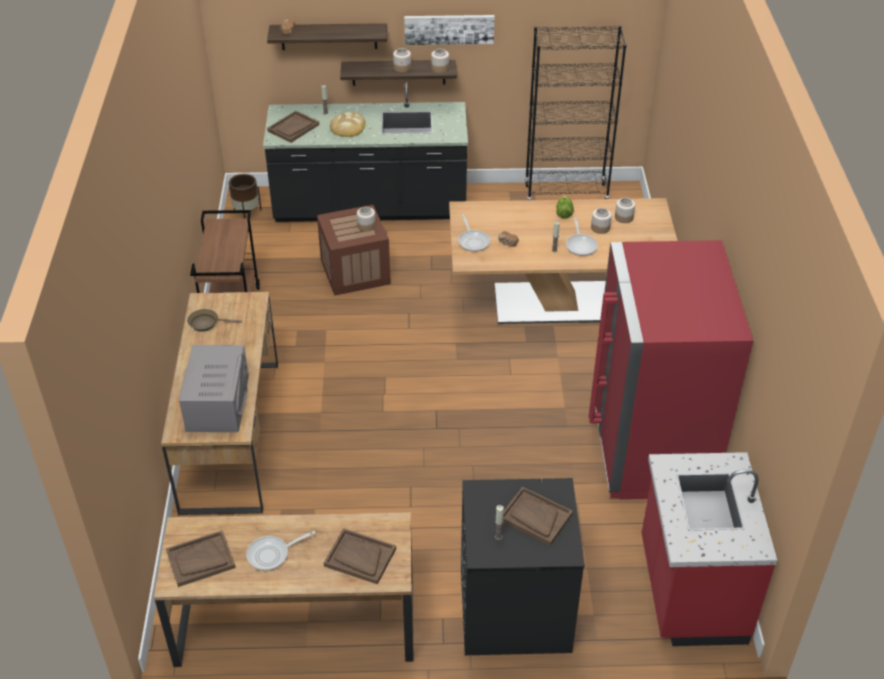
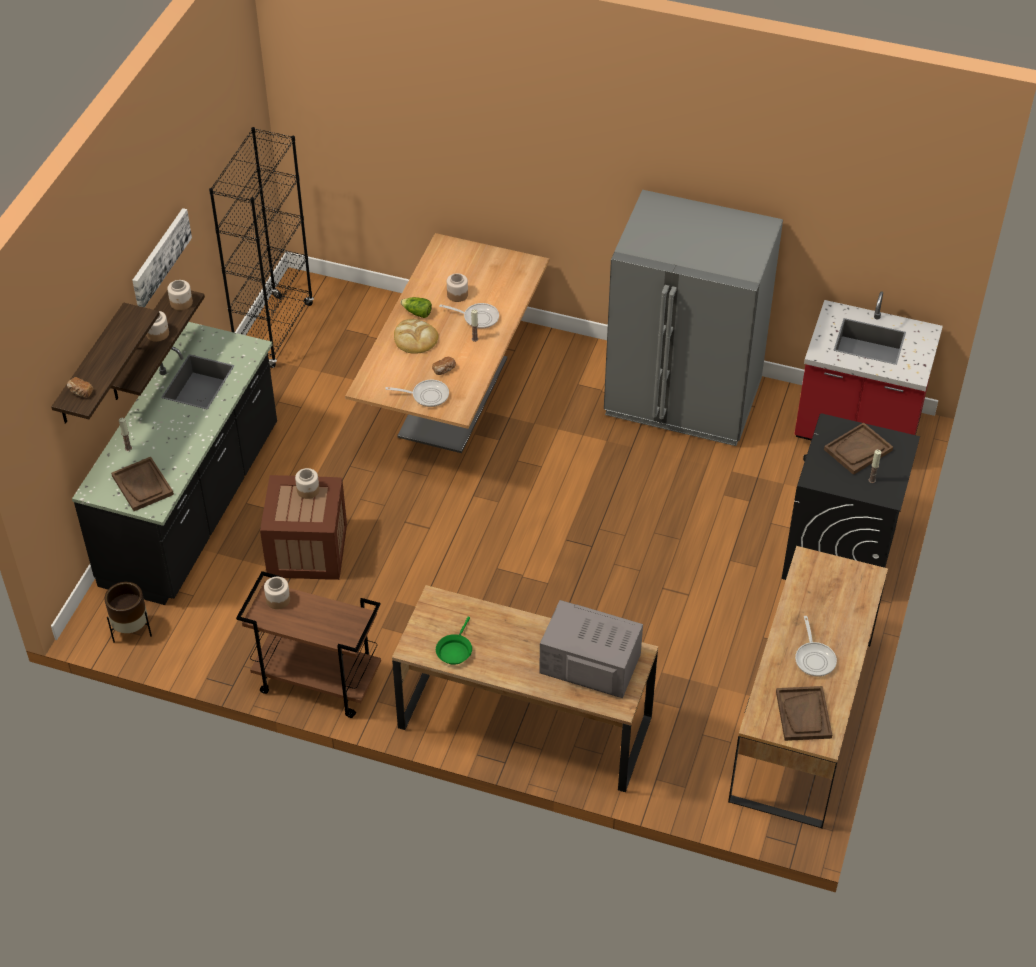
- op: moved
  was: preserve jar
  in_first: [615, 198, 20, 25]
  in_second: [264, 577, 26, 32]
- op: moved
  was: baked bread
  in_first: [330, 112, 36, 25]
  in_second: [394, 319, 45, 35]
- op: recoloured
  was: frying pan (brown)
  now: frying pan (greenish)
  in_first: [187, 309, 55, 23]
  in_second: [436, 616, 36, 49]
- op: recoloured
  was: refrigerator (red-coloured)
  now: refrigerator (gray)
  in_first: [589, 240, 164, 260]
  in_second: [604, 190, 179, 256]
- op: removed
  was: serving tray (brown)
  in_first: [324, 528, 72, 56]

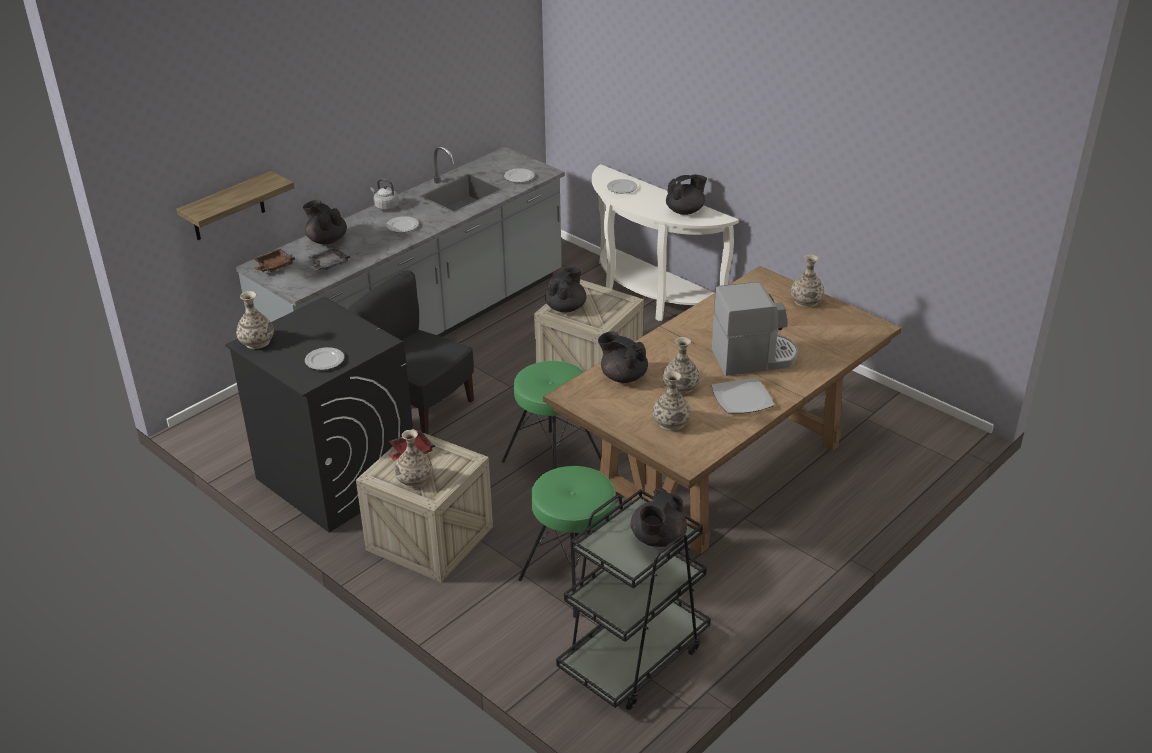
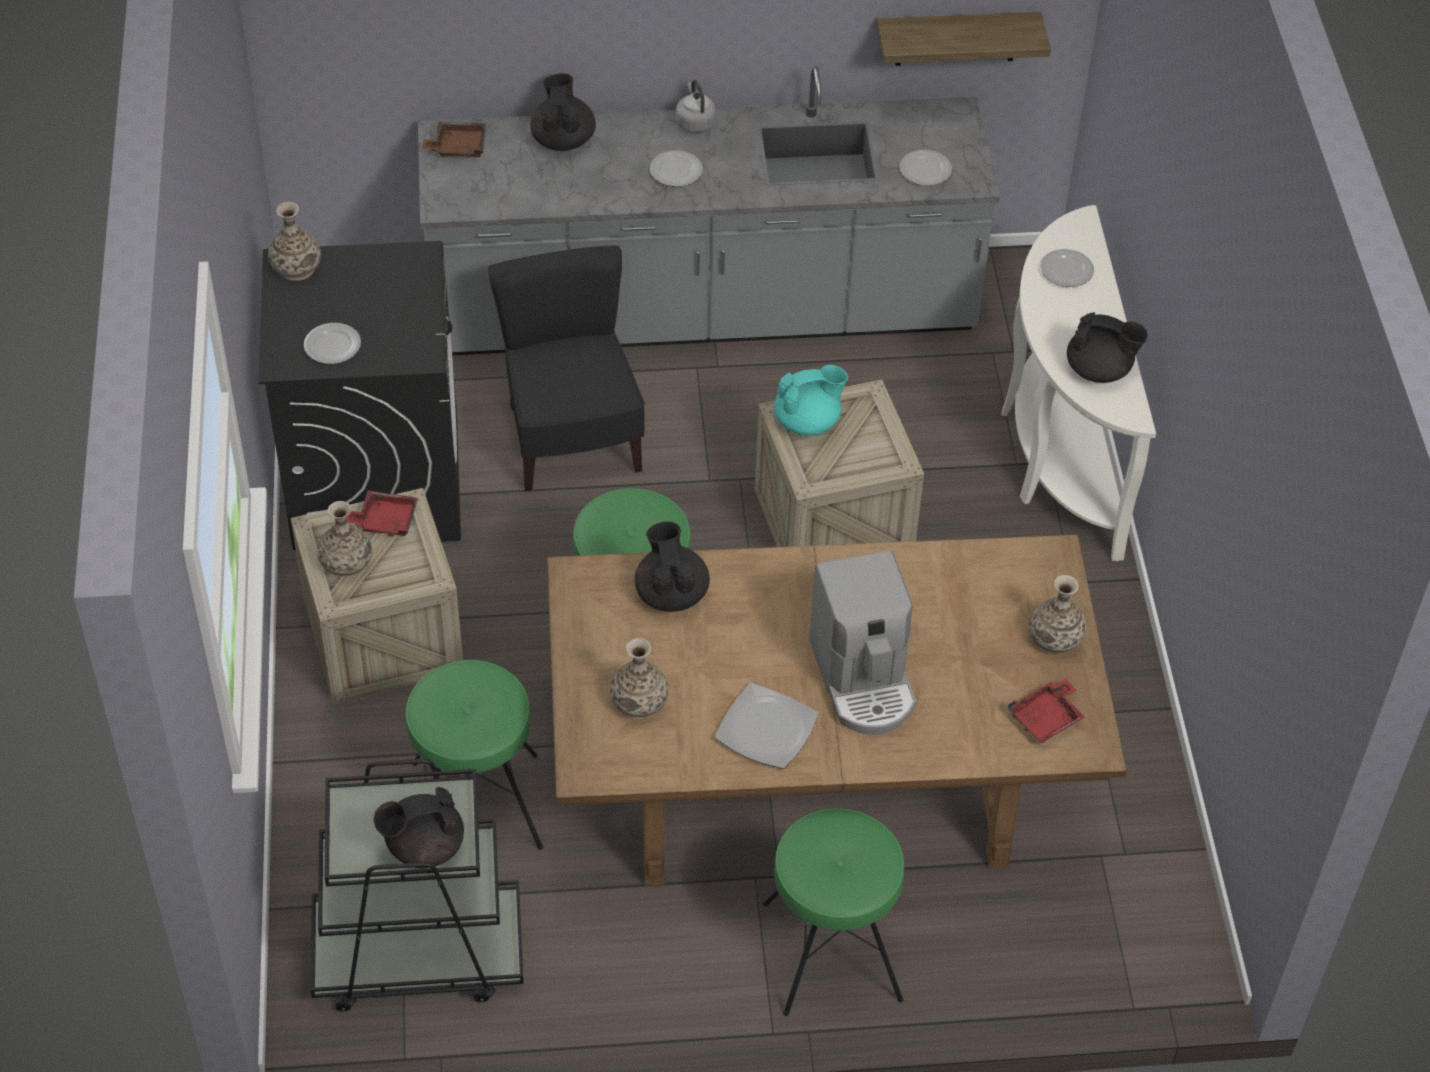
- op: added
  now: stool (greenish)
  in_second: [763, 808, 141, 208]
- op: recoloured
  was: teapot (black-coloured)
  now: teapot (turquoise)
  in_first: [545, 267, 41, 46]
  in_second: [774, 365, 74, 71]
- op: turned
  was: coffee machine
  in_first: [712, 282, 86, 94]
  in_second: [809, 550, 107, 185]
  clockwise: 45
- op: moved
  was: bracket shelf
  in_first: [176, 171, 118, 69]
  in_second: [877, 12, 174, 54]
- op: added
  now: serving tray (red-coloured)
  in_second: [1008, 679, 77, 65]
- op: removed
  was: serving tray (gray)
  in_first: [309, 247, 41, 24]
- op: removed
  was: vase
  in_first: [663, 337, 37, 57]

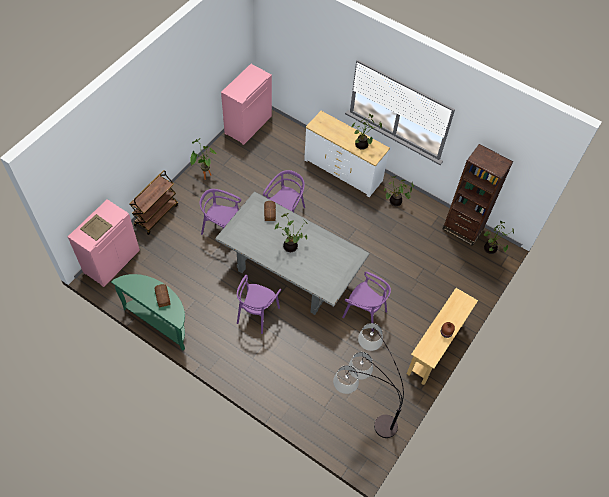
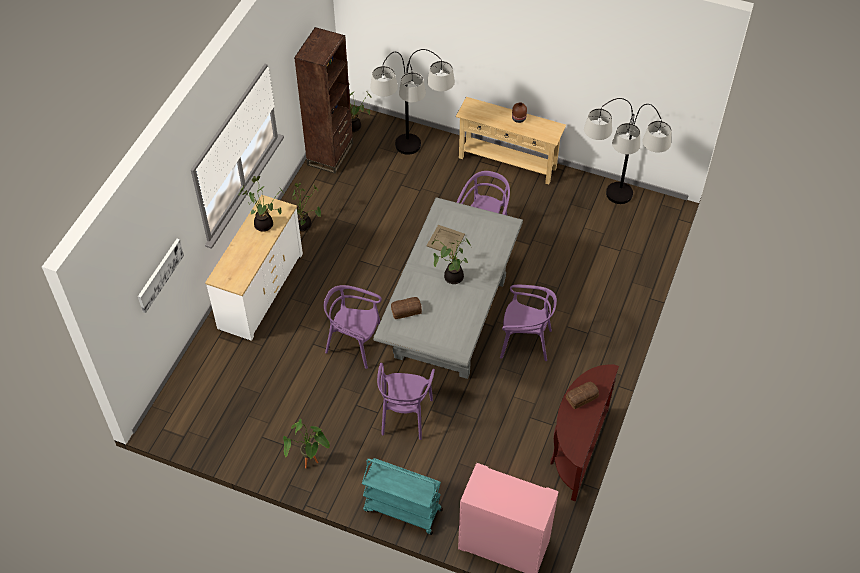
- op: added
  now: wall art
  in_second: [138, 239, 46, 74]
- op: recoloured
  was: trolley (brown)
  now: trolley (turquoise)
  in_first: [129, 170, 49, 65]
  in_second: [362, 458, 81, 77]
- op: added
  now: floor lamp
  in_second: [370, 49, 85, 106]
- op: moved
  was: serving tray (sand-coloured)
  in_first: [80, 214, 32, 27]
  in_second: [426, 225, 39, 30]
- op: recoloured
  was: narrow table (greenish)
  now: narrow table (brown)
  in_first: [111, 274, 74, 77]
  in_second: [550, 364, 69, 138]
- op: removed
  was: cabinet (pink-coloured)
  in_first: [221, 64, 51, 81]

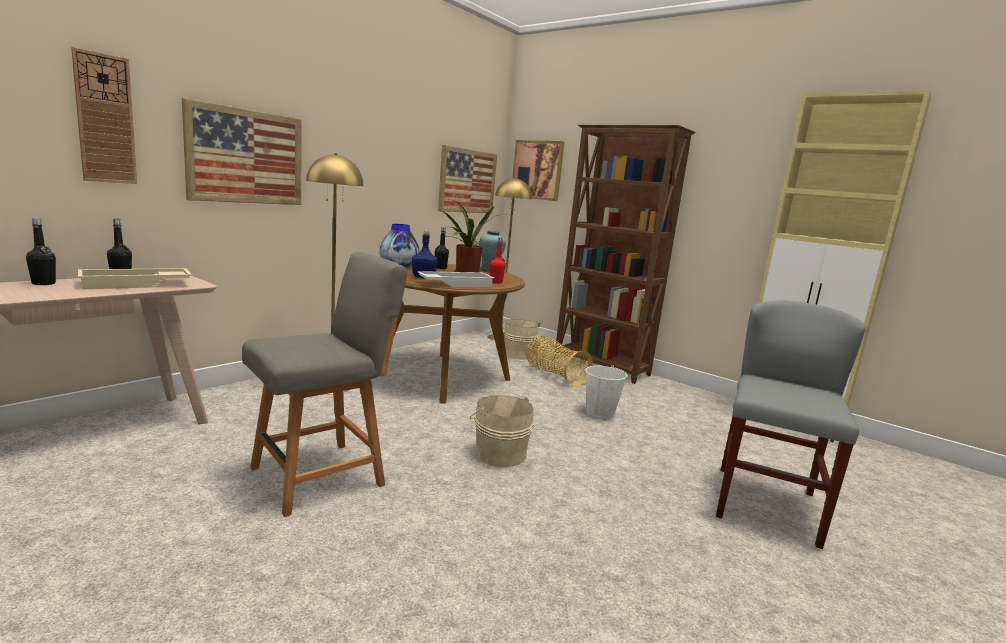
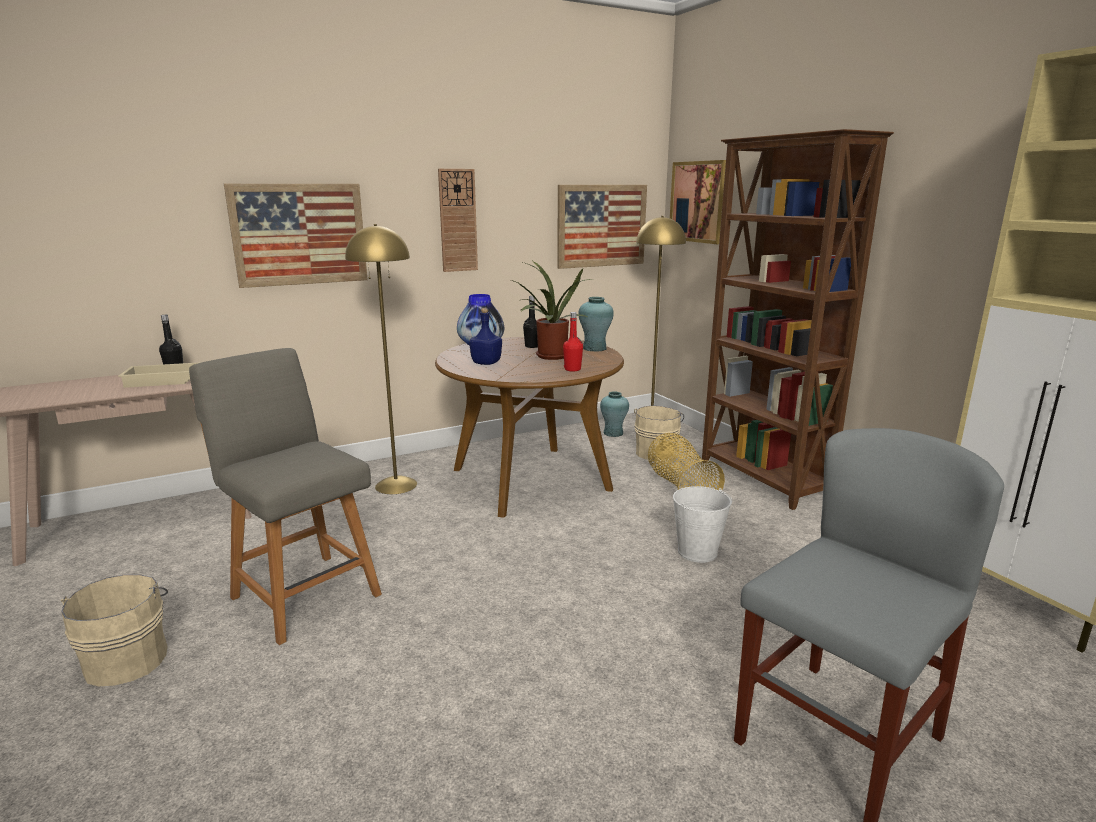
- op: moved
  was: pail (sand-coloured)
  in_first: [470, 395, 64, 72]
  in_second: [61, 575, 107, 111]
- op: turned
  was: plain chair (gray)
  in_first: [242, 252, 165, 265]
  in_second: [189, 348, 193, 297]
  clockwise: -120
- op: moved
  was: hanging clock
  in_first: [71, 47, 66, 137]
  in_second: [438, 169, 40, 103]
- op: added
  now: vase (turquoise)
  in_second: [600, 391, 29, 46]
- op: removed
  was: bottle (black-coloured)
  in_first: [26, 218, 30, 67]
- op: removed
  was: serving tray (white-coloured)
  in_first: [417, 271, 78, 16]

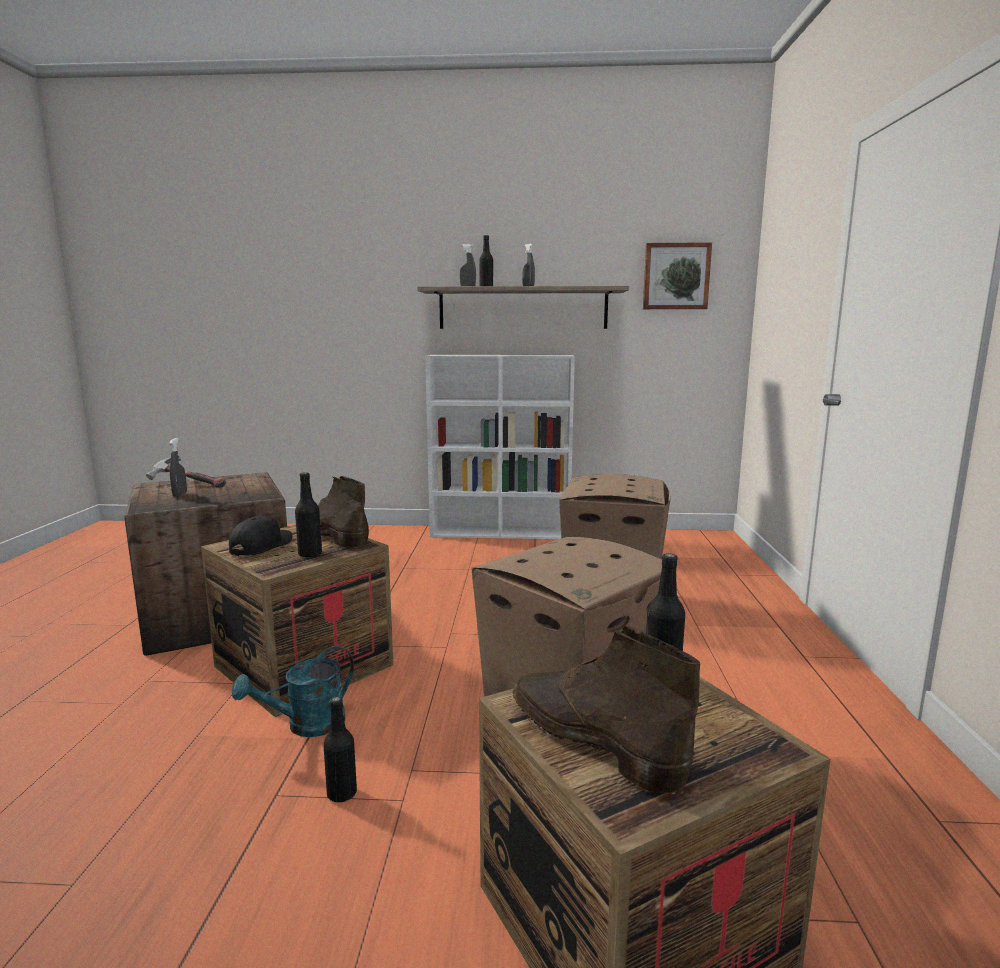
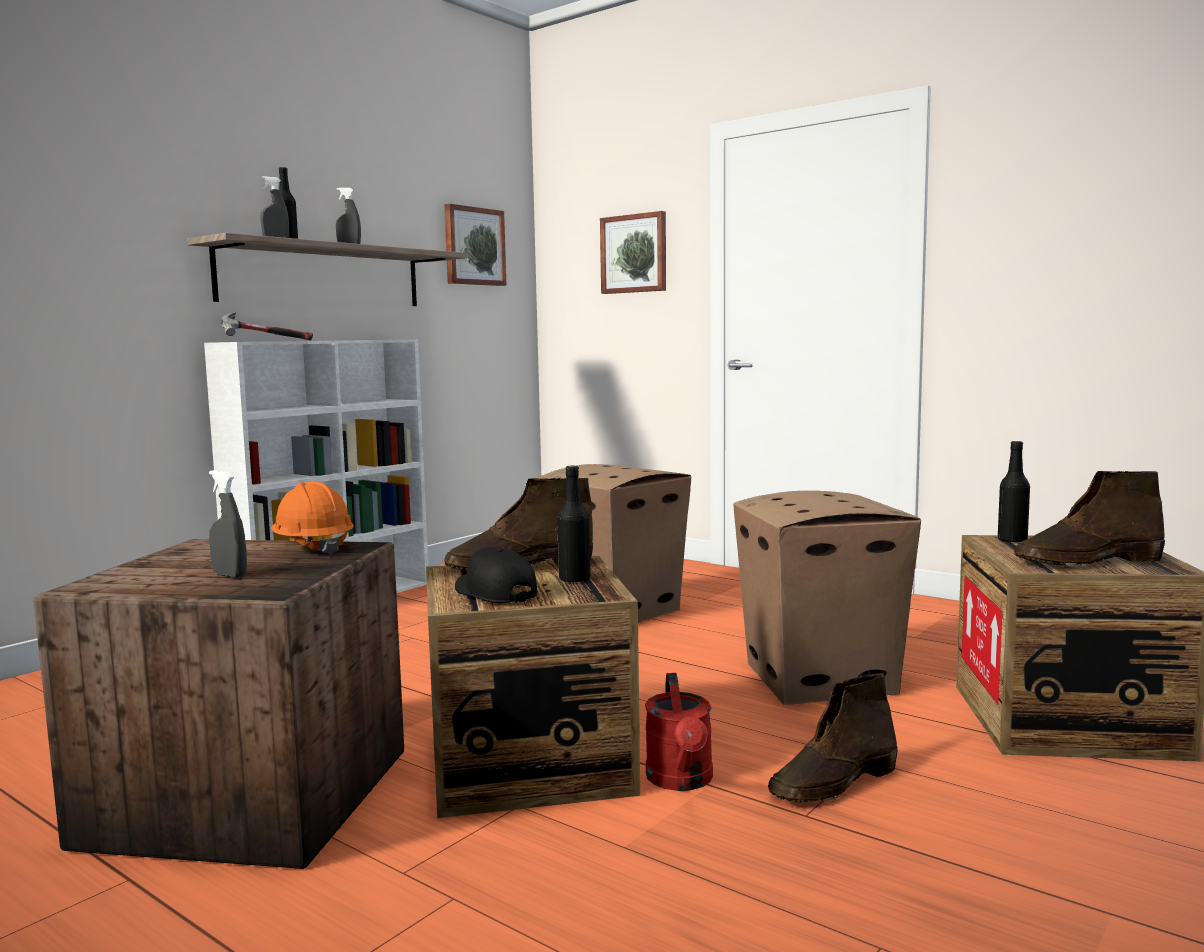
- op: moved
  was: hammer
  in_first: [146, 456, 80, 32]
  in_second: [221, 312, 92, 29]
- op: added
  now: work helmet (orange-coloured)
  in_second: [271, 481, 83, 75]
- op: added
  now: wall art
  in_second: [600, 211, 66, 83]
- op: recoloured
  was: watering pot (turquoise)
  now: watering pot (red-coloured)
  in_first: [232, 646, 122, 91]
  in_second: [645, 673, 68, 118]
- op: replaced
  was: bottle (black-coloured)
  now: boot (brown)
  in_first: [323, 697, 34, 105]
  in_second: [768, 673, 130, 130]

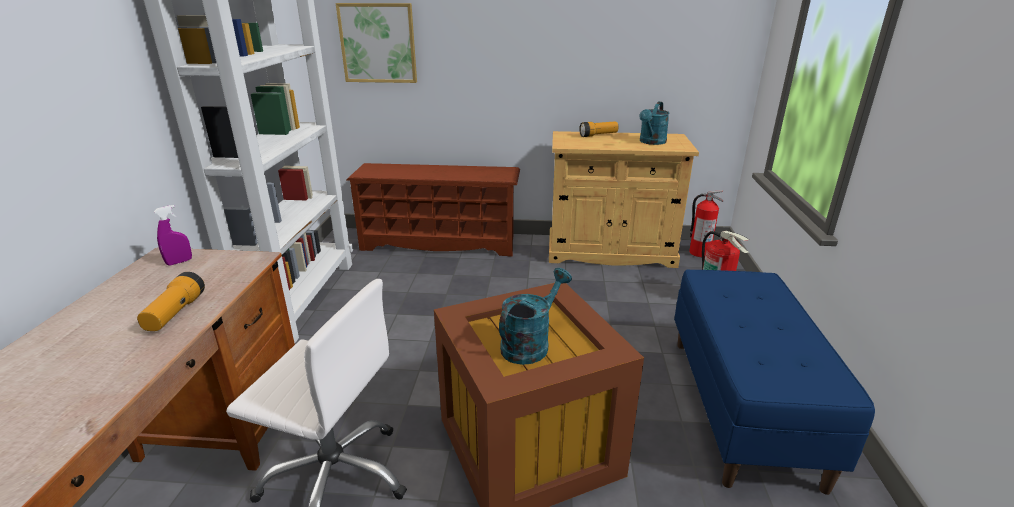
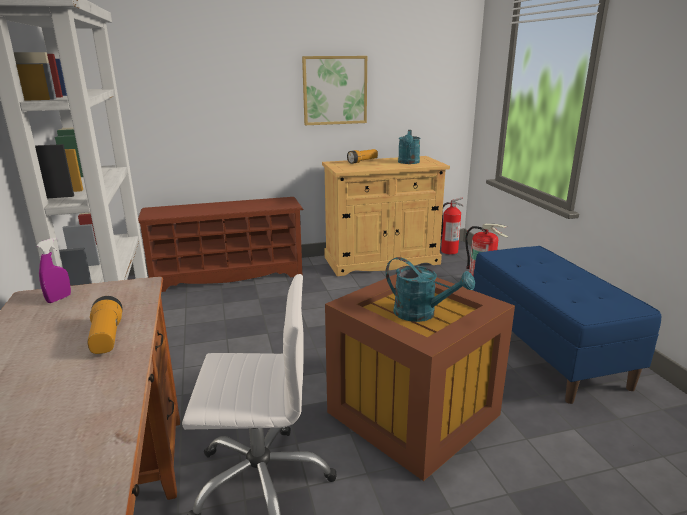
- op: moved
  was: wall art
  in_first: [336, 3, 81, 80]
  in_second: [302, 56, 65, 69]
- op: turned
  was: watering pot (turquoise)
  in_first: [499, 268, 73, 97]
  in_second: [386, 257, 89, 65]
  clockwise: 105

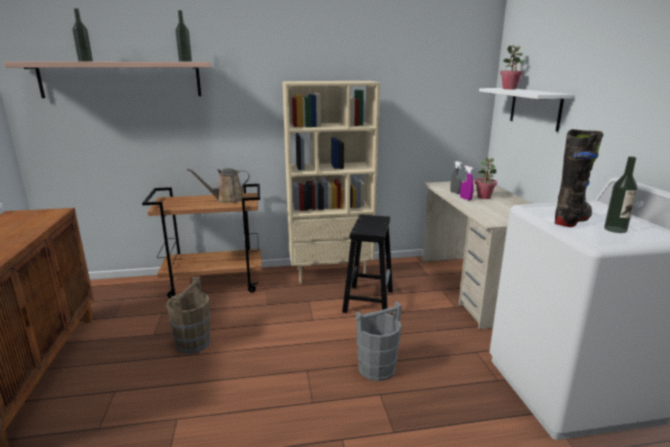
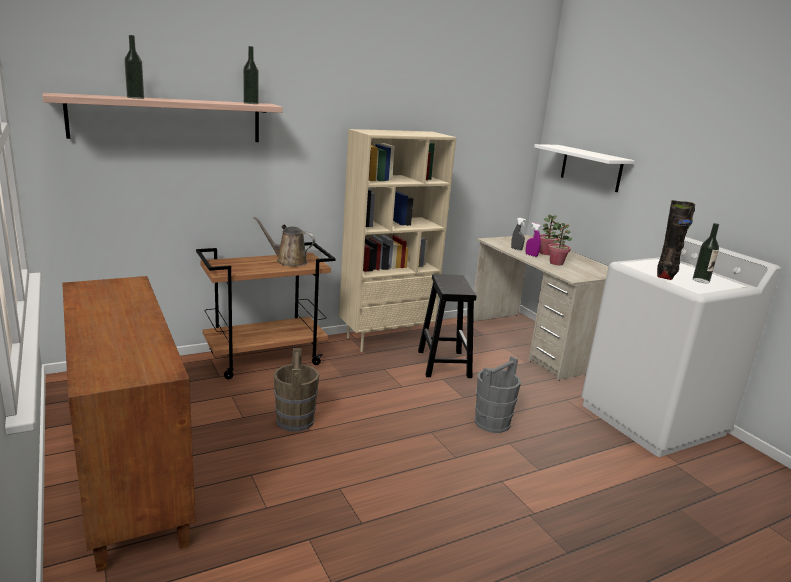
- op: turned
  was: watering pot (brown)
  in_first: [187, 168, 63, 35]
  in_second: [253, 217, 62, 49]
  clockwise: 60
- op: moved
  was: potted plant
  in_first: [500, 45, 25, 44]
  in_second: [548, 223, 25, 42]

